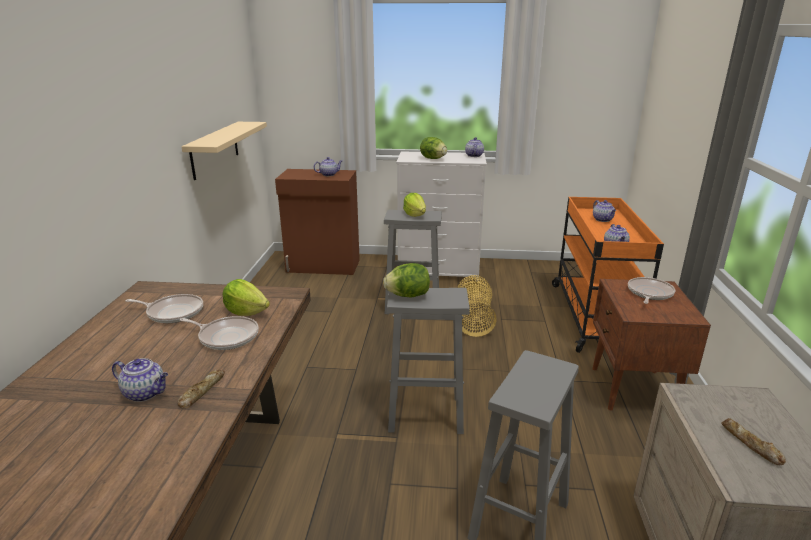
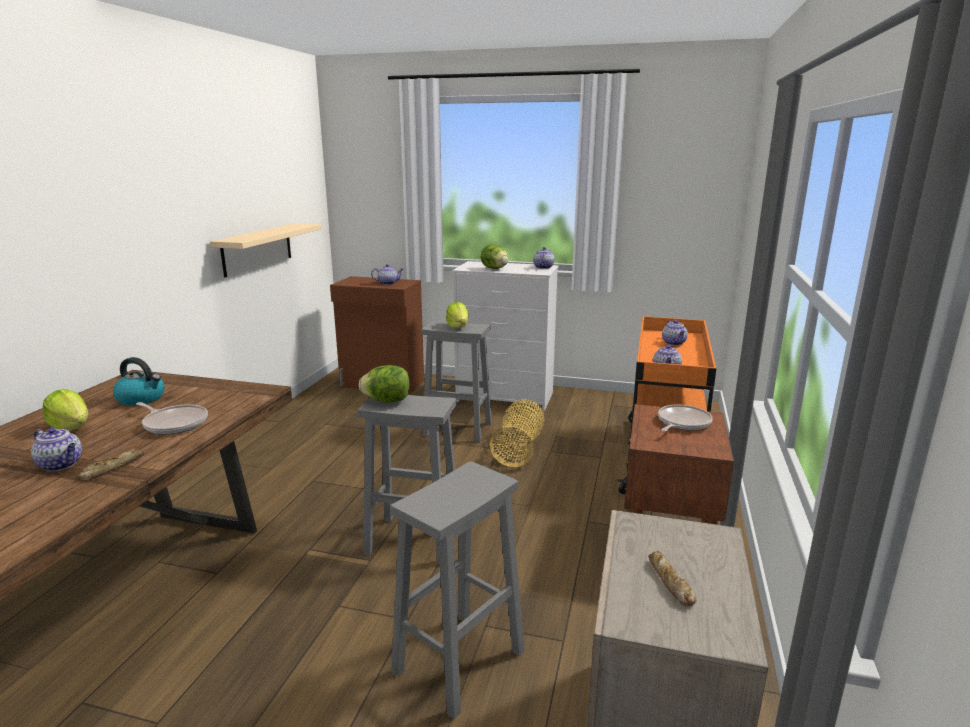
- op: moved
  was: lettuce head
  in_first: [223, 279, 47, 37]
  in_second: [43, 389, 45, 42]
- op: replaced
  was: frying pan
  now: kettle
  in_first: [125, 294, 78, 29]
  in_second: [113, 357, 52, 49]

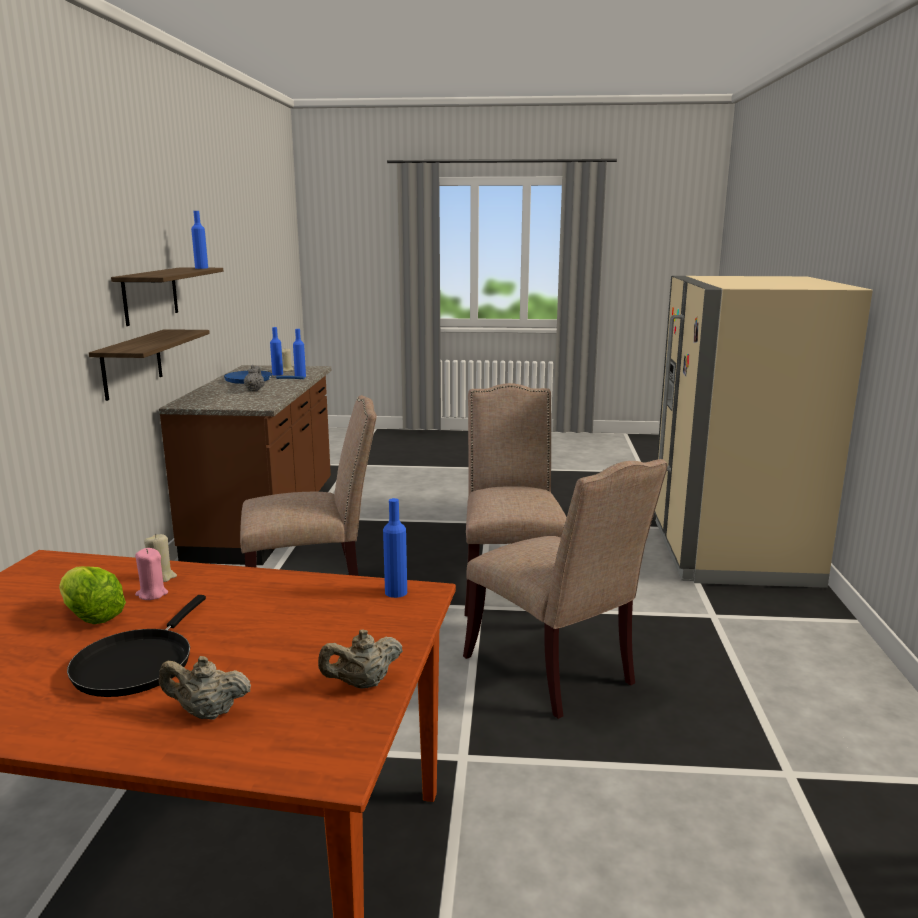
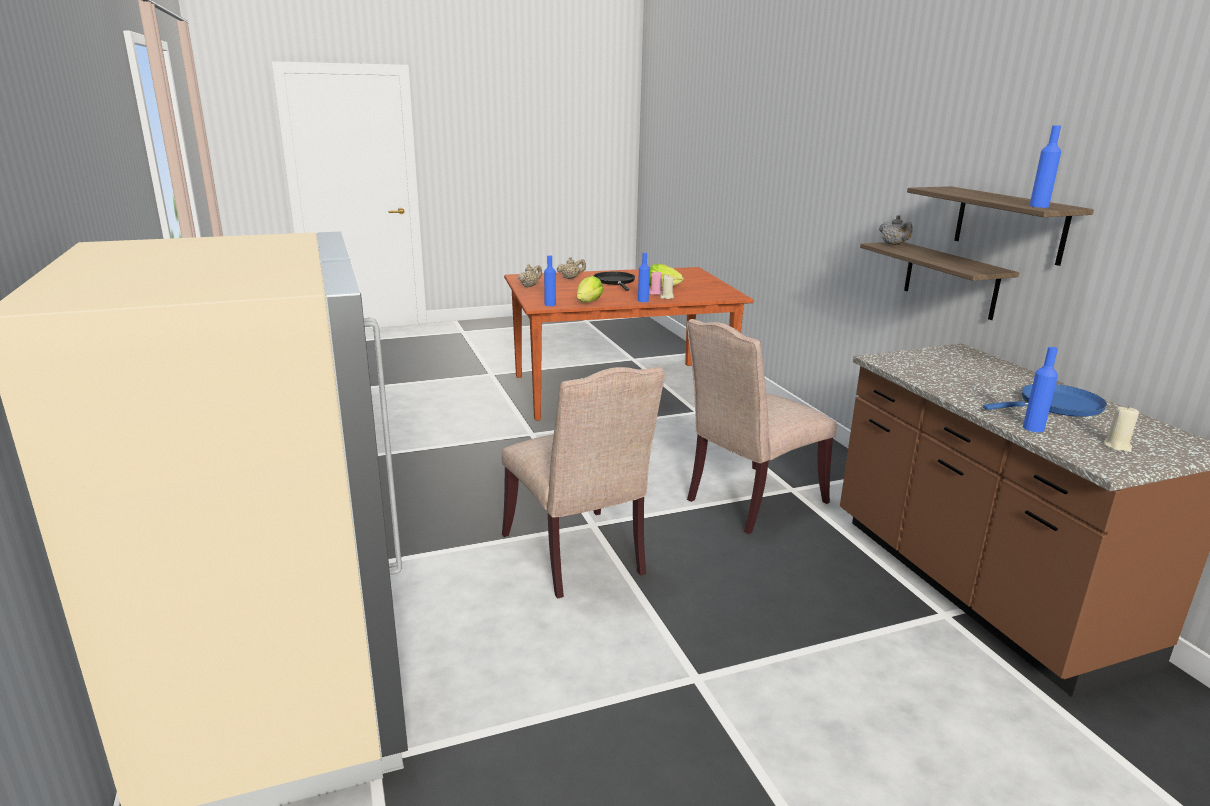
- op: added
  now: lettuce head
  in_second: [577, 276, 27, 26]
- op: moved
  was: bottle (blue)
  in_first: [270, 327, 13, 49]
  in_second: [638, 253, 12, 49]
- op: moved
  was: teapot (gray)
  in_first: [244, 365, 21, 27]
  in_second: [879, 215, 34, 30]
- op: removed
  was: plain chair (sand-coloured)
  in_first: [463, 459, 204, 260]

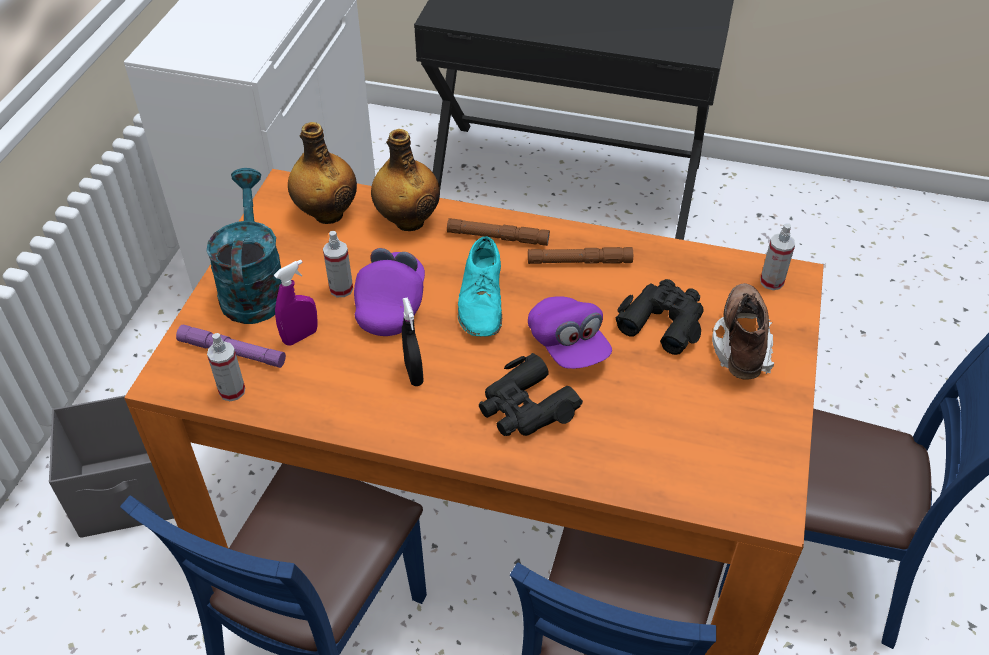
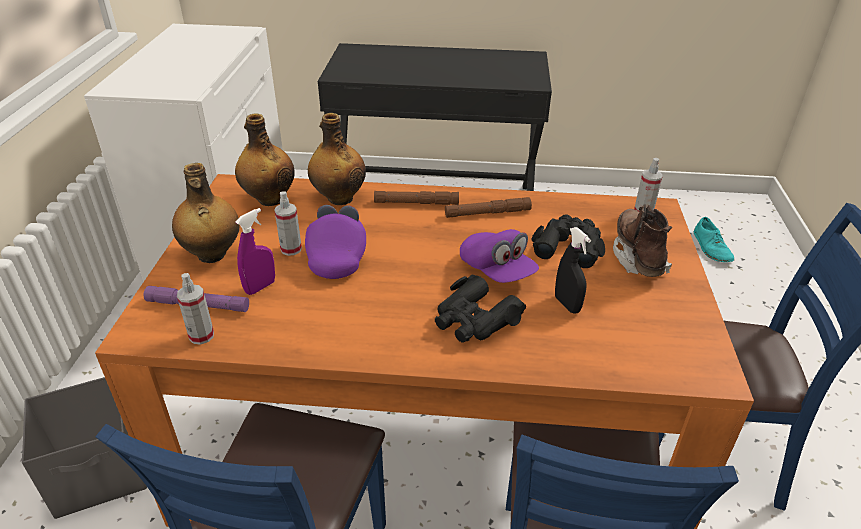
- op: replaced
  was: watering pot (turquoise)
  now: bottle
  in_first: [206, 168, 76, 156]
  in_second: [172, 163, 67, 100]
- op: moved
  was: spray bottle (black-coloured)
  in_first: [402, 297, 21, 89]
  in_second: [555, 227, 36, 87]
- op: moved
  was: item of footwear (turquoise)
  in_first: [458, 236, 44, 100]
  in_second: [694, 217, 40, 45]

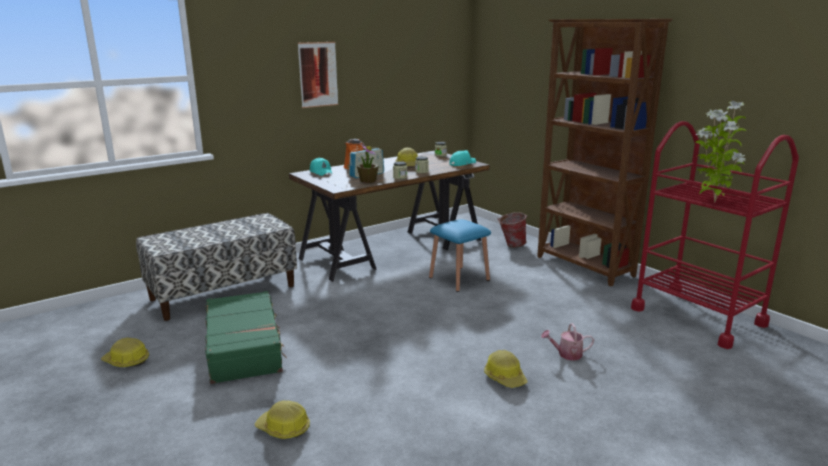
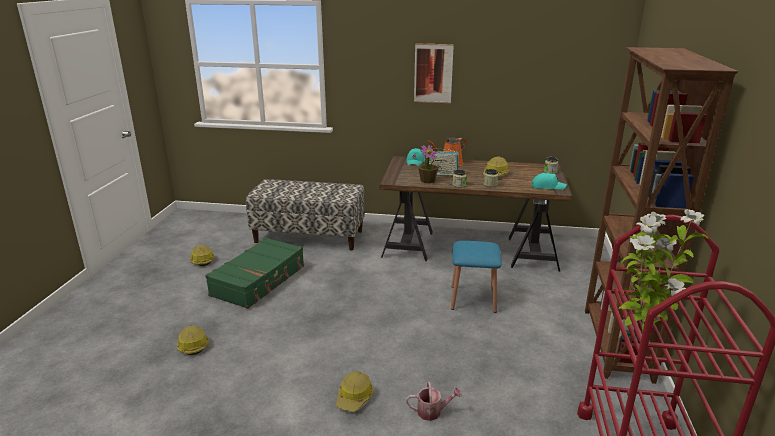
- op: turned
  was: watering pot
  in_first: [541, 323, 53, 38]
  in_second: [406, 382, 56, 39]
  clockwise: 135
- op: removed
  was: pail
  in_first: [497, 212, 31, 36]

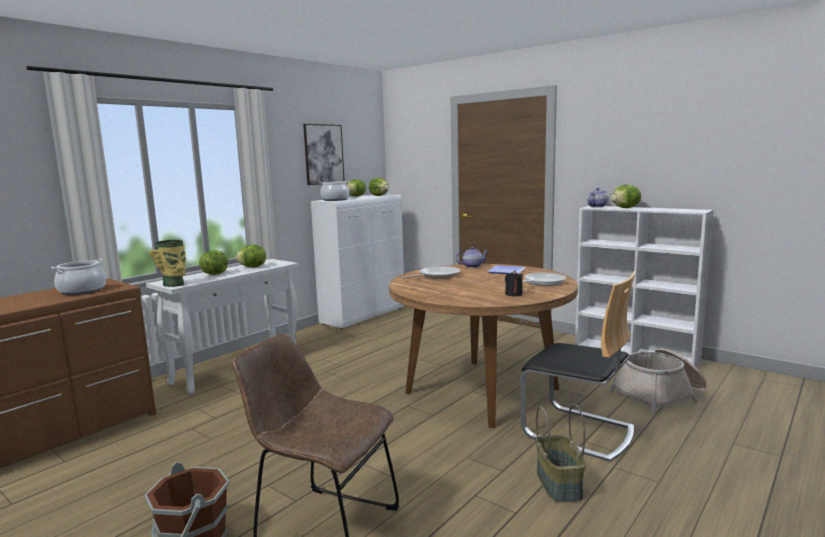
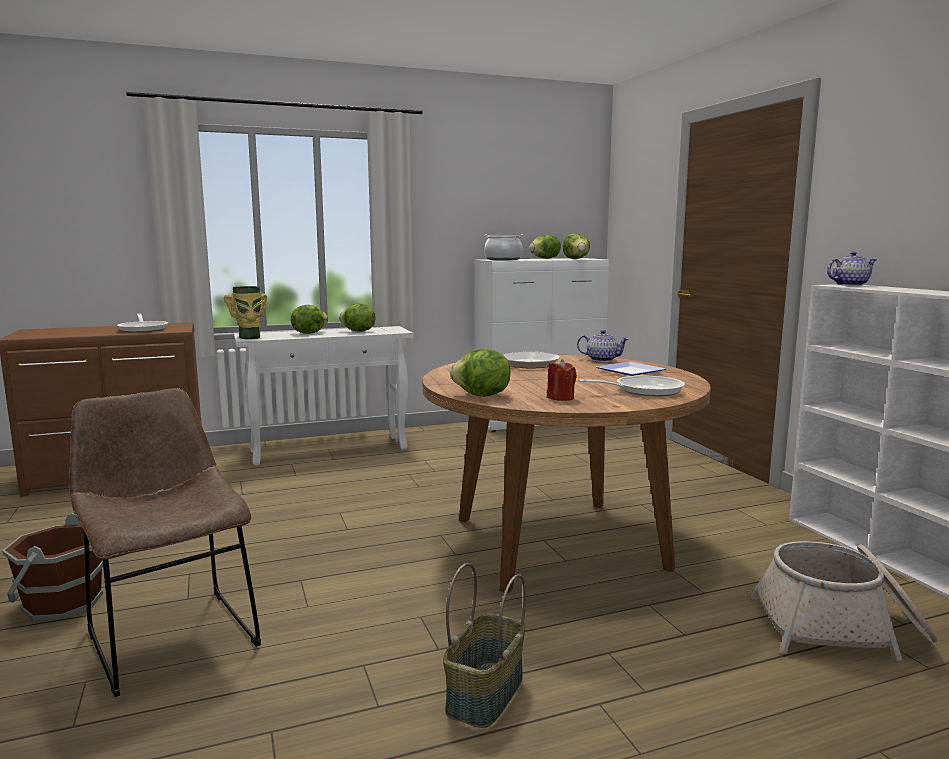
- op: replaced
  was: saucepot
  now: frying pan
  in_first: [51, 259, 55, 36]
  in_second: [117, 313, 51, 19]
- op: moved
  was: lettuce head
  in_first: [611, 184, 30, 24]
  in_second: [450, 349, 61, 48]
- op: recoloured
  was: wax candle (black-coloured)
  now: wax candle (red-coloured)
  in_first: [505, 270, 18, 27]
  in_second: [547, 359, 30, 42]
- op: removed
  was: wall art
  in_first: [303, 124, 42, 61]
- op: removed
  was: plain chair
  in_first: [520, 271, 116, 191]

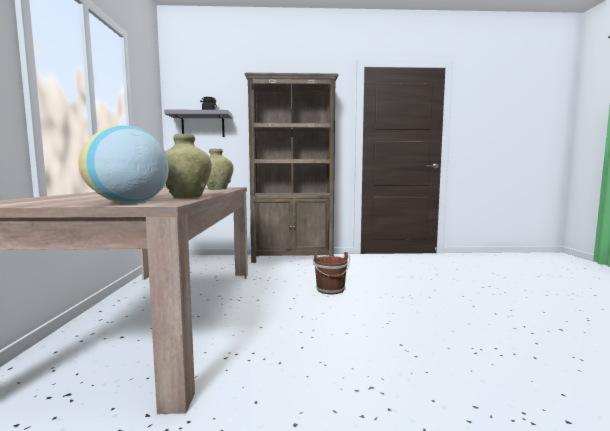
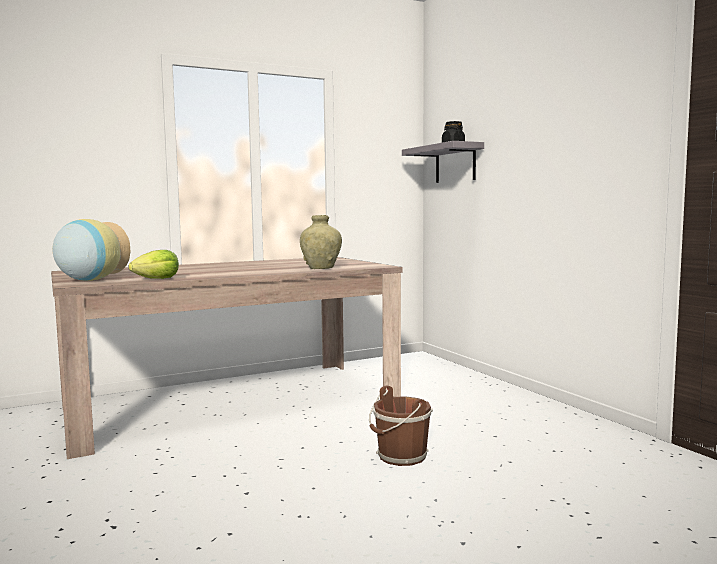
- op: replaced
  was: vase (sand-coloured)
  now: lettuce head
  in_first: [165, 134, 47, 64]
  in_second: [129, 250, 50, 29]
- op: removed
  was: bookshelf (brown)
  in_first: [245, 73, 94, 190]

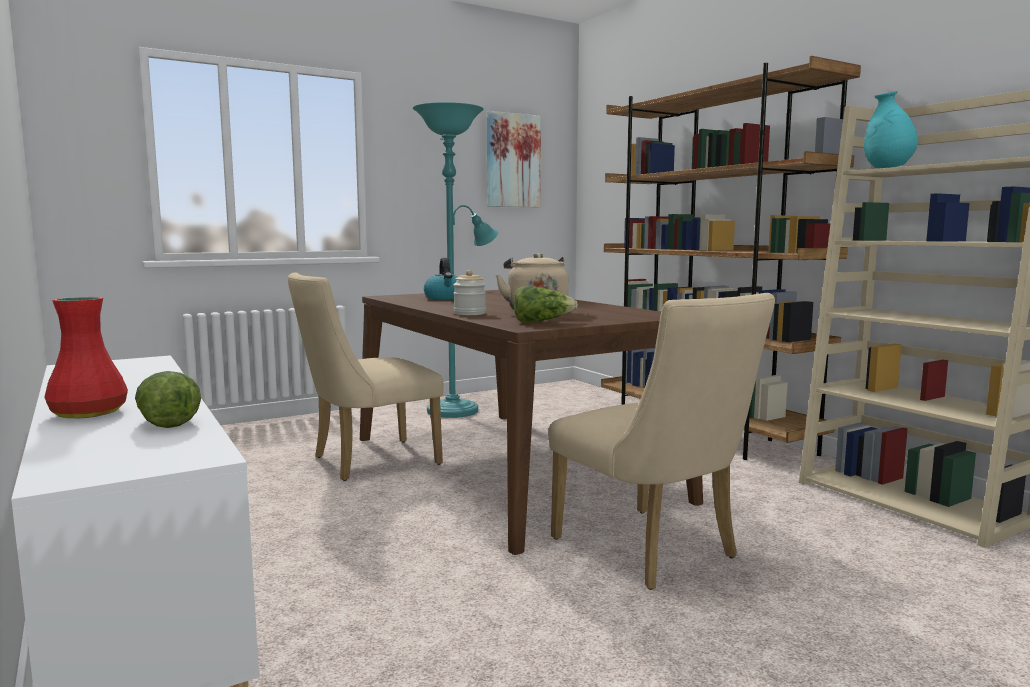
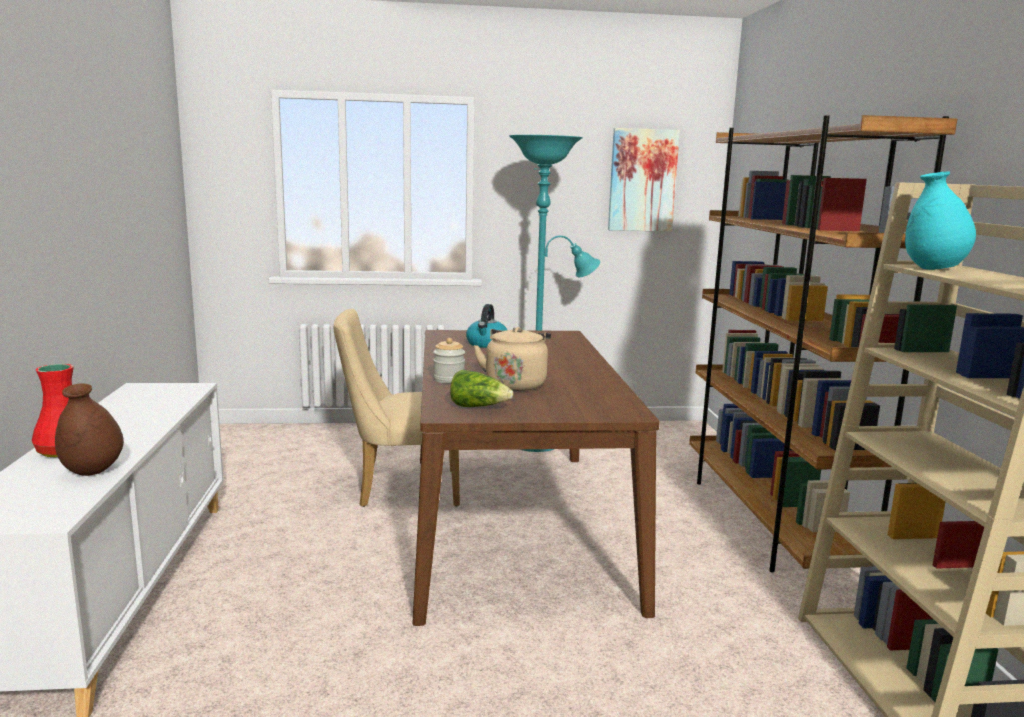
- op: replaced
  was: lettuce head
  now: vase (brown)
  in_first: [135, 371, 66, 57]
  in_second: [55, 383, 69, 93]
- op: removed
  was: plain chair (sand-coloured)
  in_first: [549, 293, 226, 297]

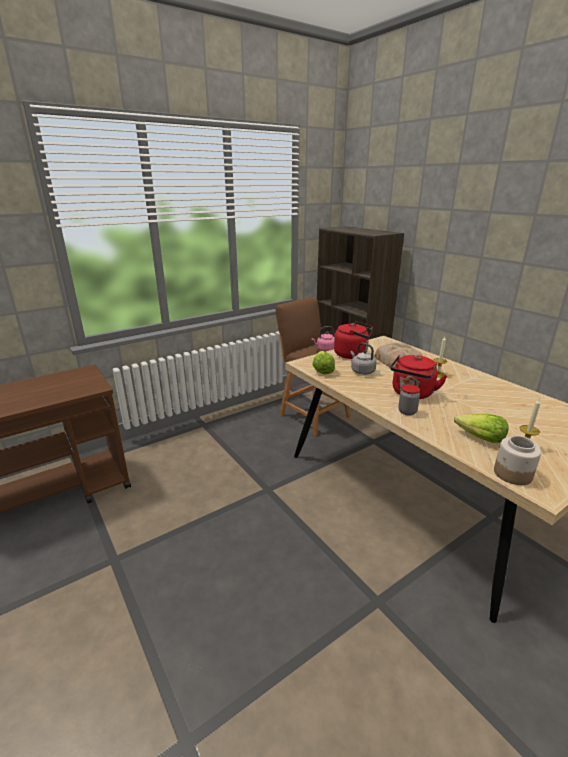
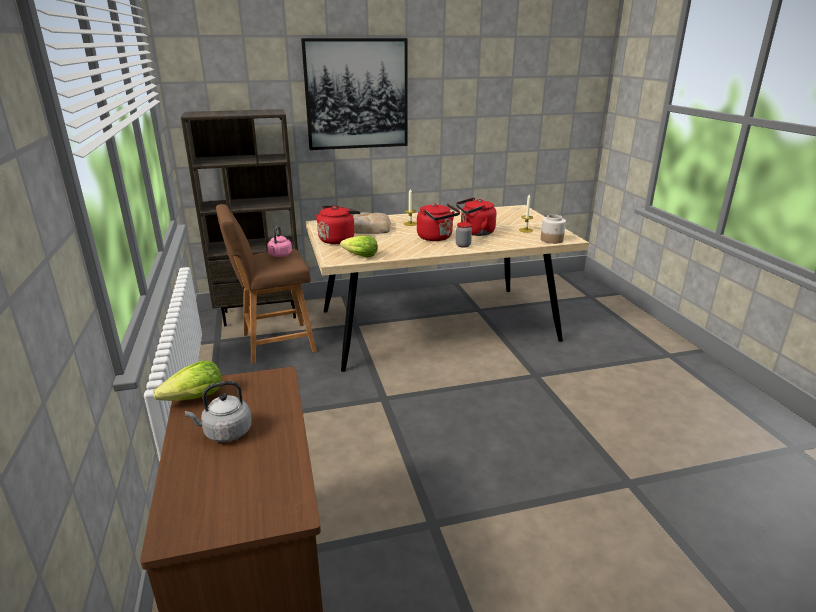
- op: moved
  was: lettuce head
  in_first: [454, 414, 55, 29]
  in_second: [153, 361, 69, 40]
- op: moved
  was: kettle (gray)
  in_first: [350, 343, 26, 32]
  in_second: [185, 381, 67, 61]
- op: added
  now: wall art
  in_second: [301, 38, 107, 112]
- op: added
  now: kettle (red-coloured)
  in_second: [456, 198, 41, 38]

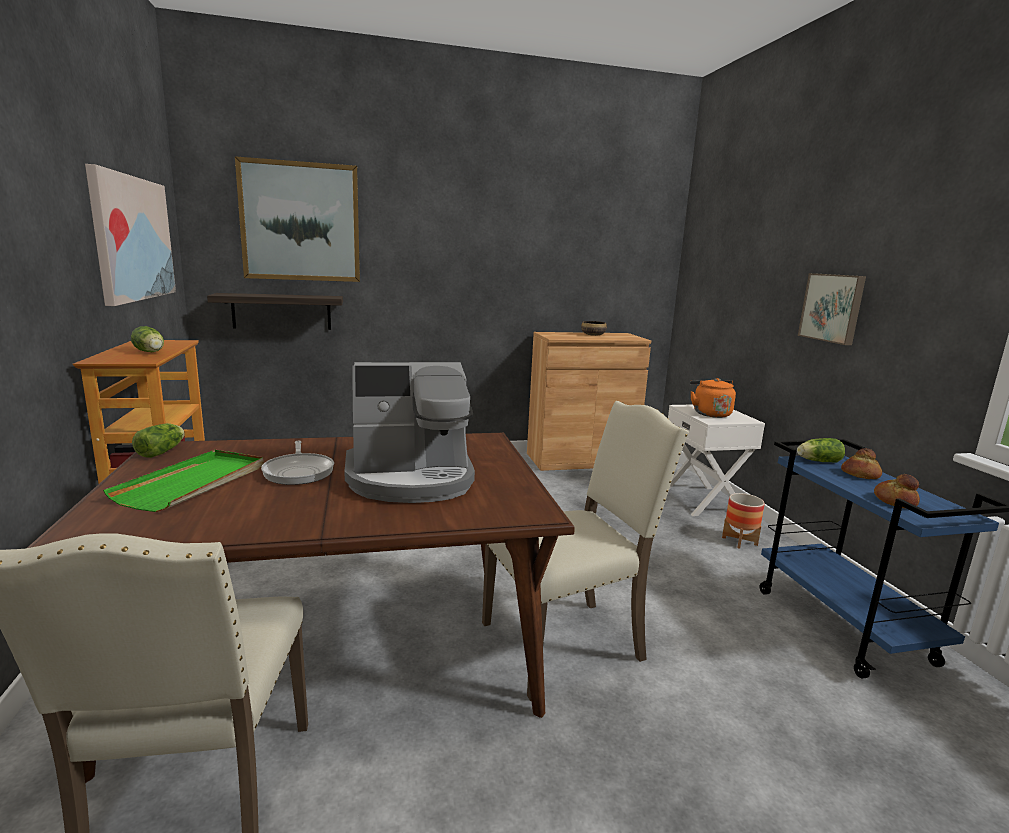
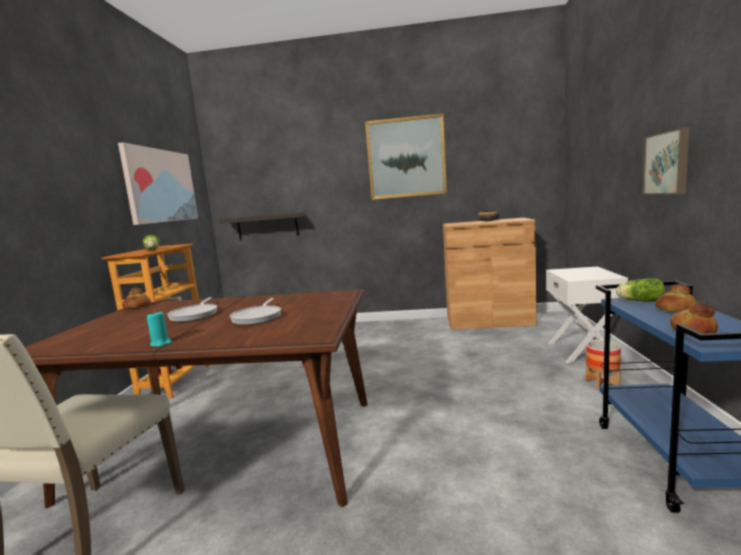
- op: replaced
  was: lettuce head
  now: baked bread
  in_first: [132, 423, 53, 35]
  in_second: [122, 288, 29, 21]
- op: added
  now: wax candle (turquoise)
  in_second: [147, 312, 25, 35]
- op: replaced
  was: coffee machine
  now: frying pan
  in_first: [344, 362, 131, 141]
  in_second: [230, 298, 51, 27]
- op: moved
  was: wall art
  in_first: [235, 156, 125, 126]
  in_second: [365, 113, 82, 87]
- op: removed
  was: serving tray (greenish)
  in_first: [103, 450, 161, 62]
- op: removed
  was: plain chair (sand-coloured)
  in_first: [482, 401, 207, 300]
- op: removed
  was: kettle (orange-coloured)
  in_first: [690, 378, 46, 40]

